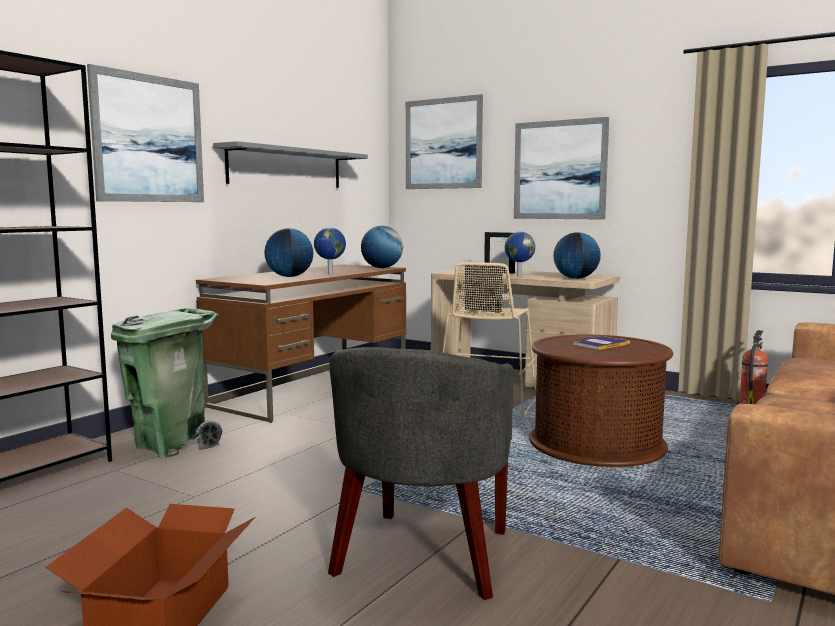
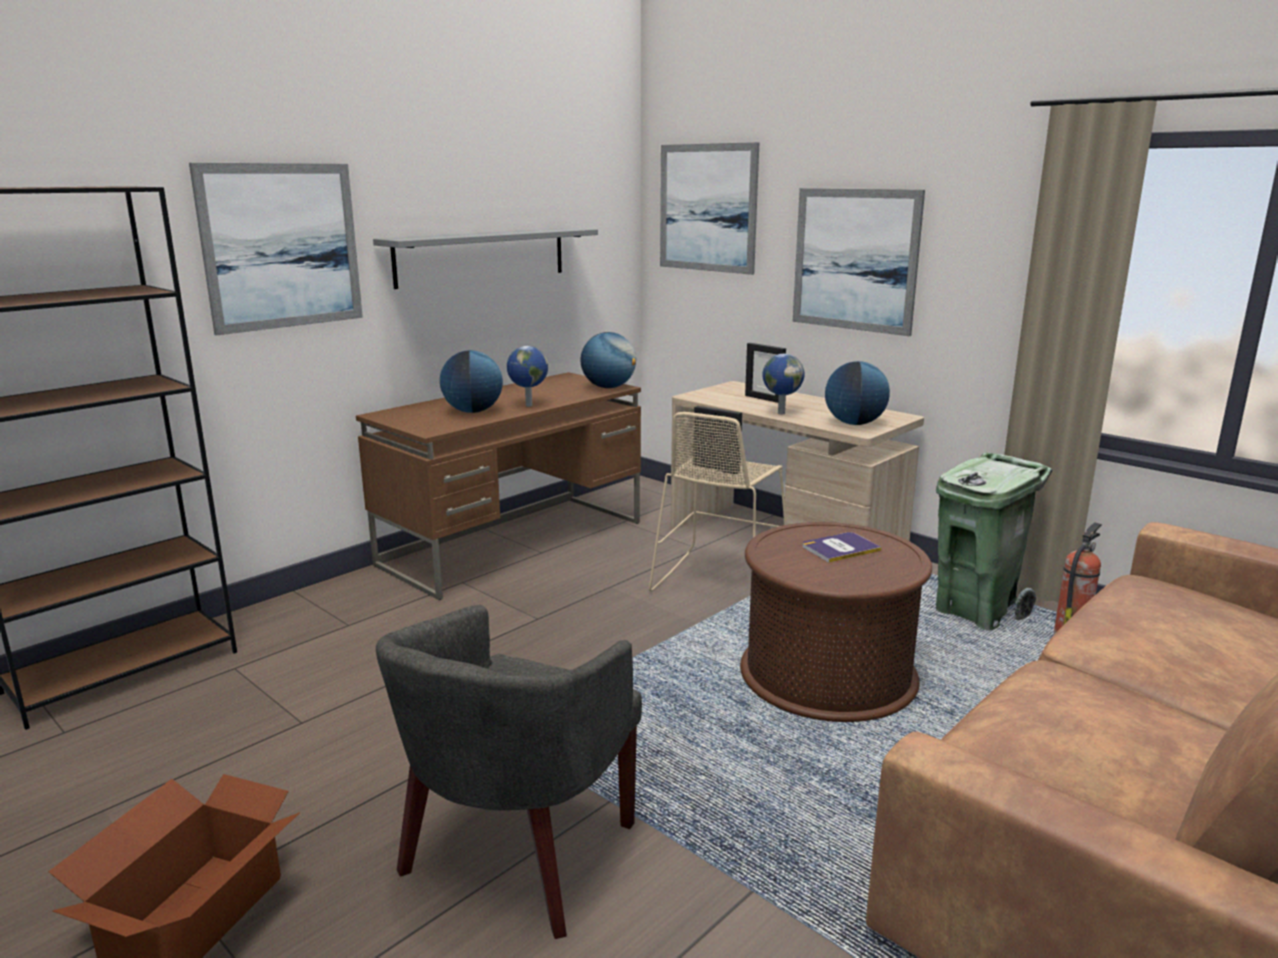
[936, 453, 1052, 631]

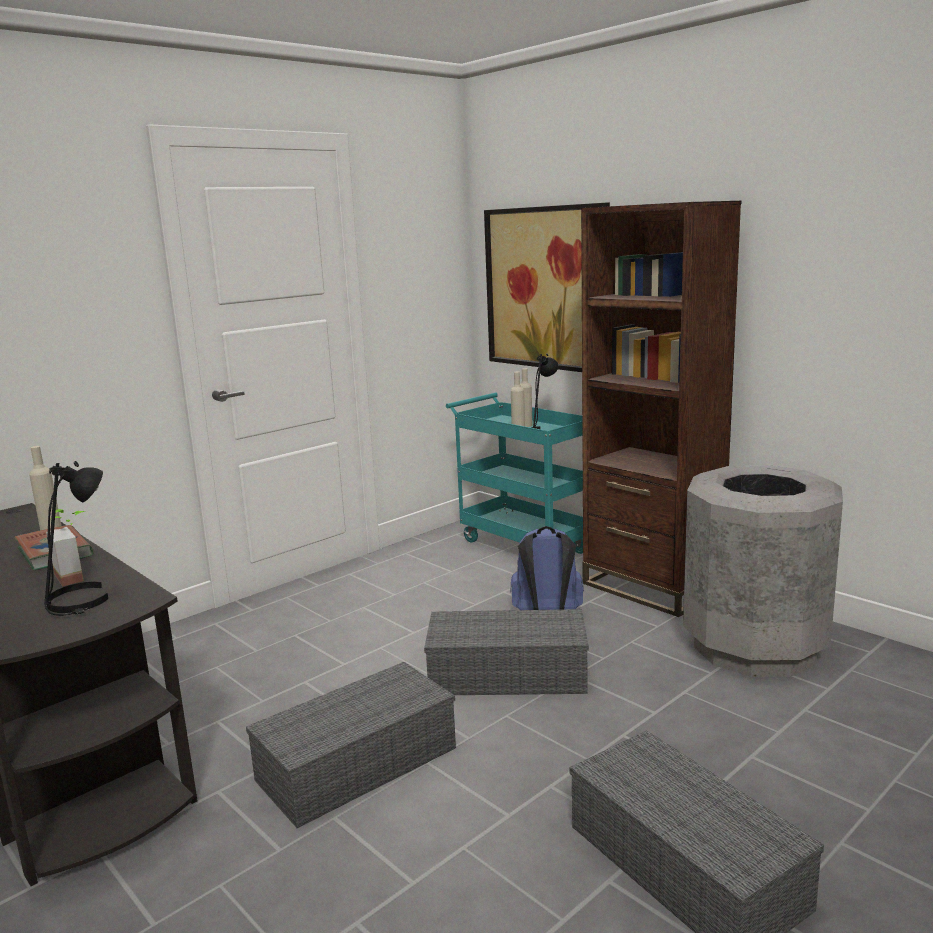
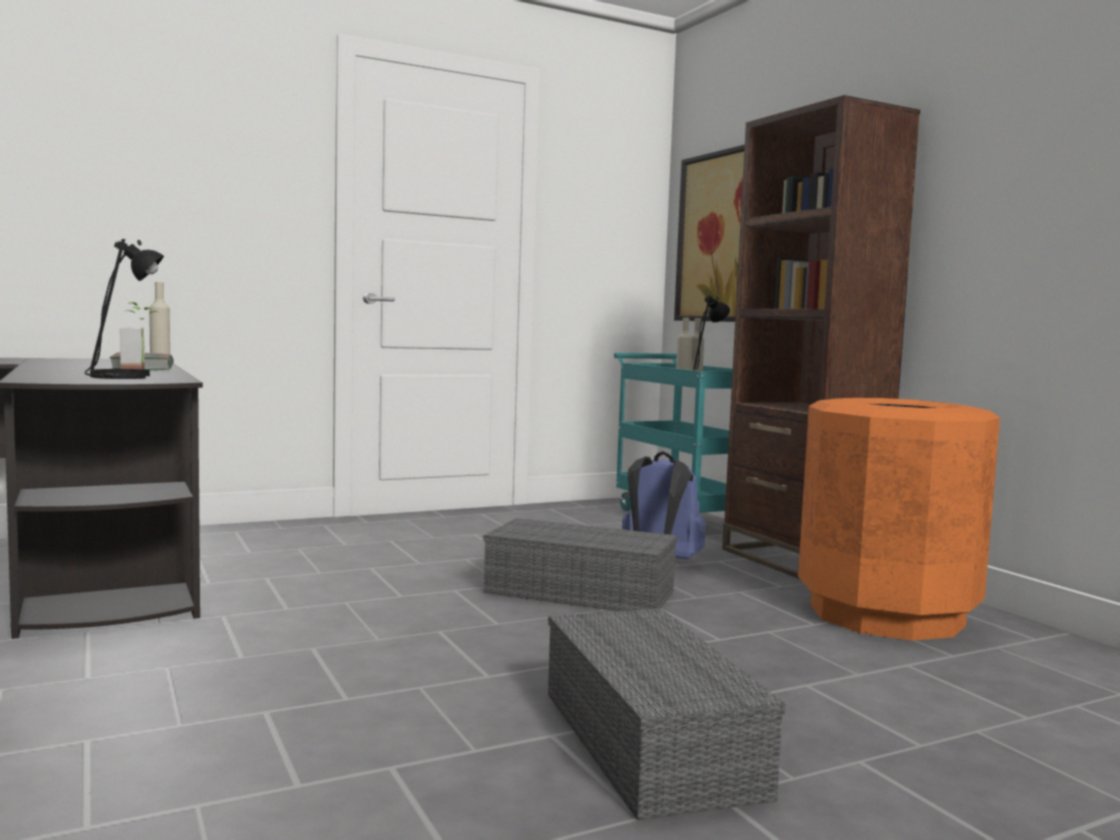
[246, 662, 456, 828] (first image)
[798, 398, 1000, 641]

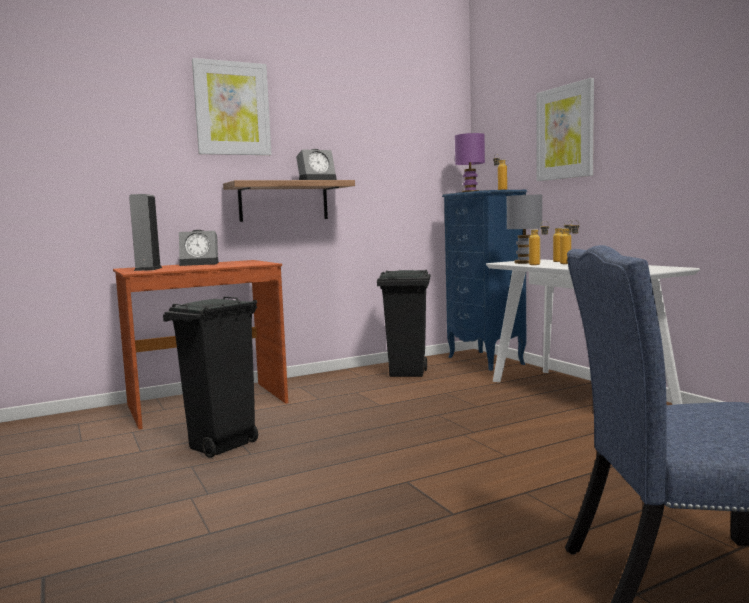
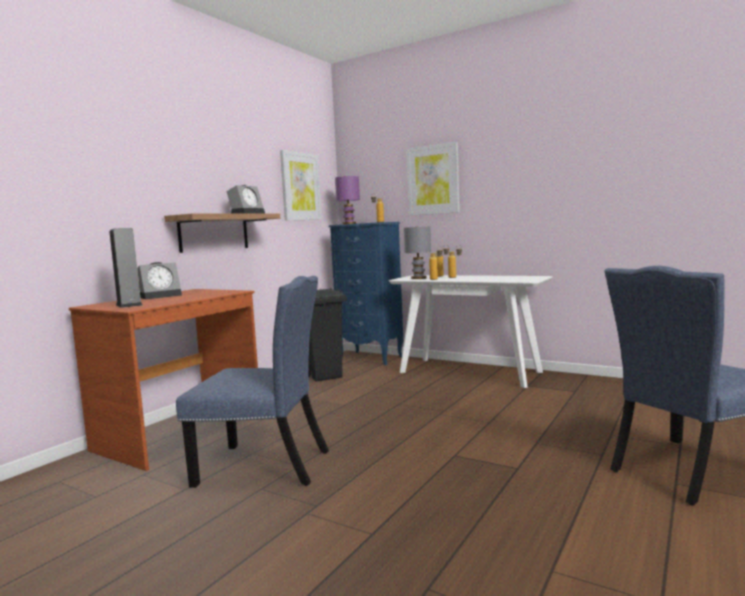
[176, 276, 329, 488]
[280, 150, 322, 220]

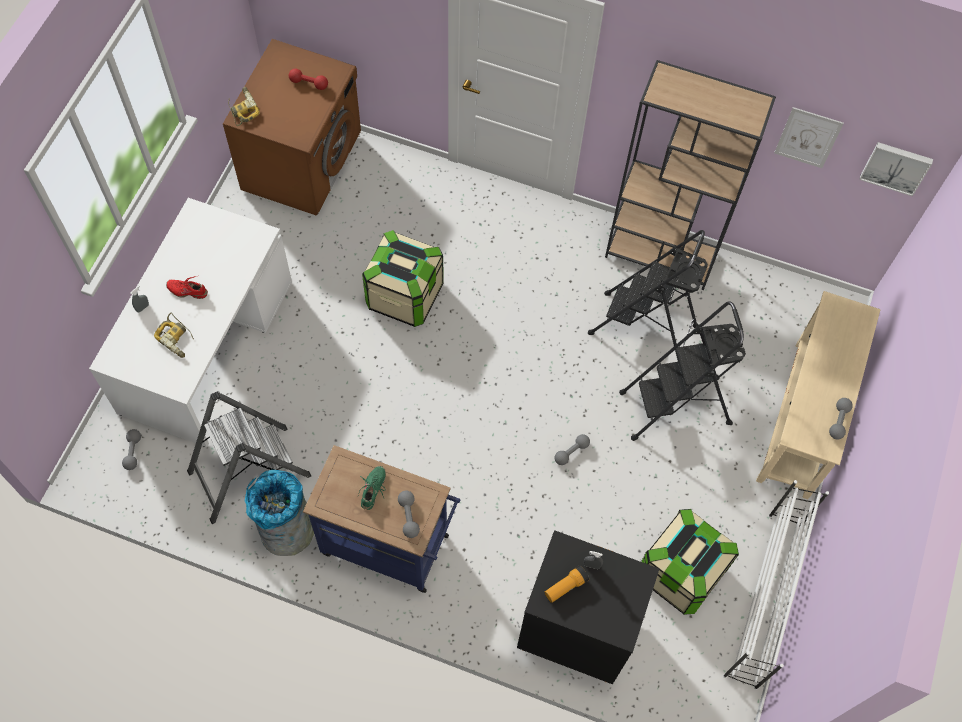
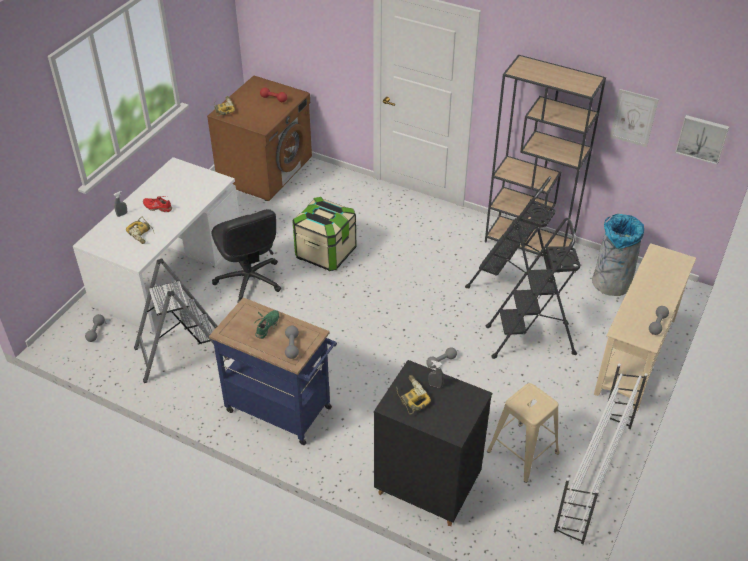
[592, 214, 644, 296]
[397, 375, 431, 415]
[487, 383, 559, 483]
[211, 209, 281, 303]

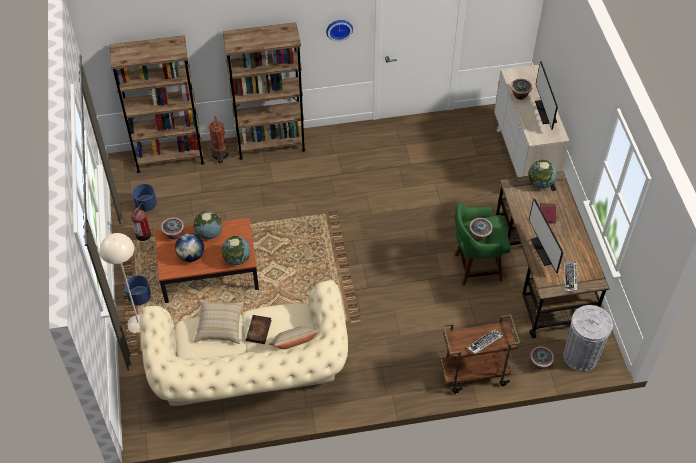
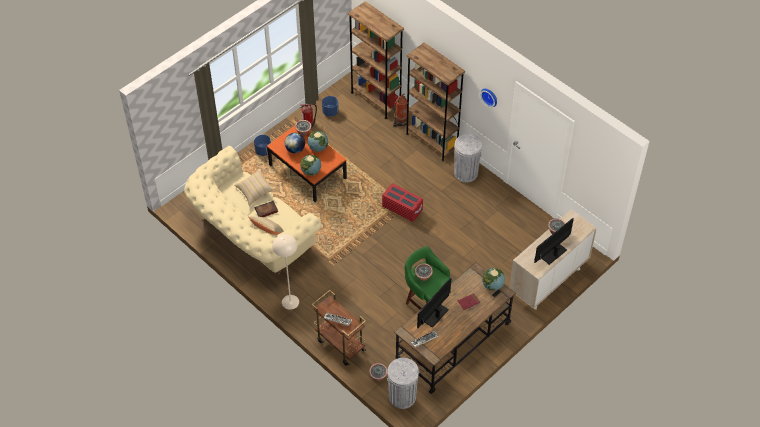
[272, 234, 299, 310]
[382, 183, 423, 222]
[454, 134, 482, 182]

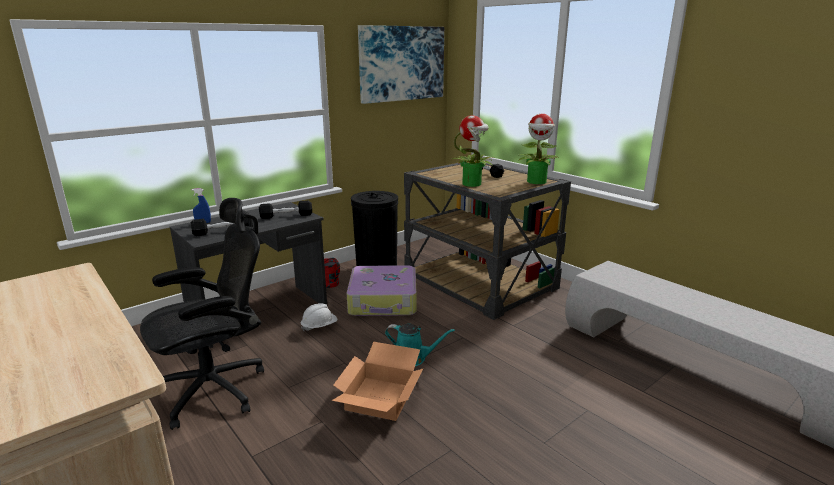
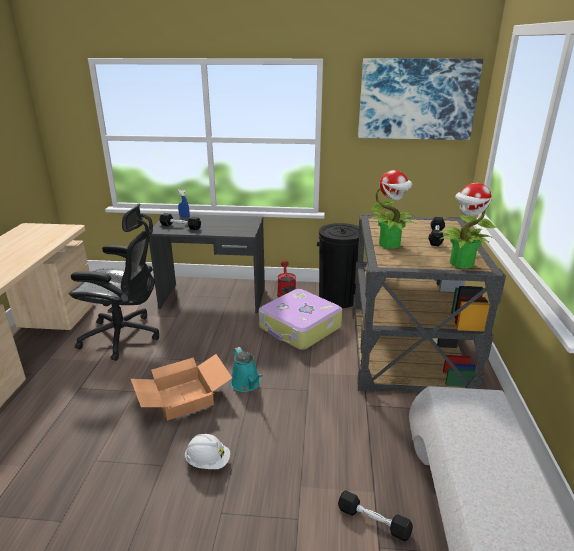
[338, 490, 413, 541]
[185, 434, 230, 469]

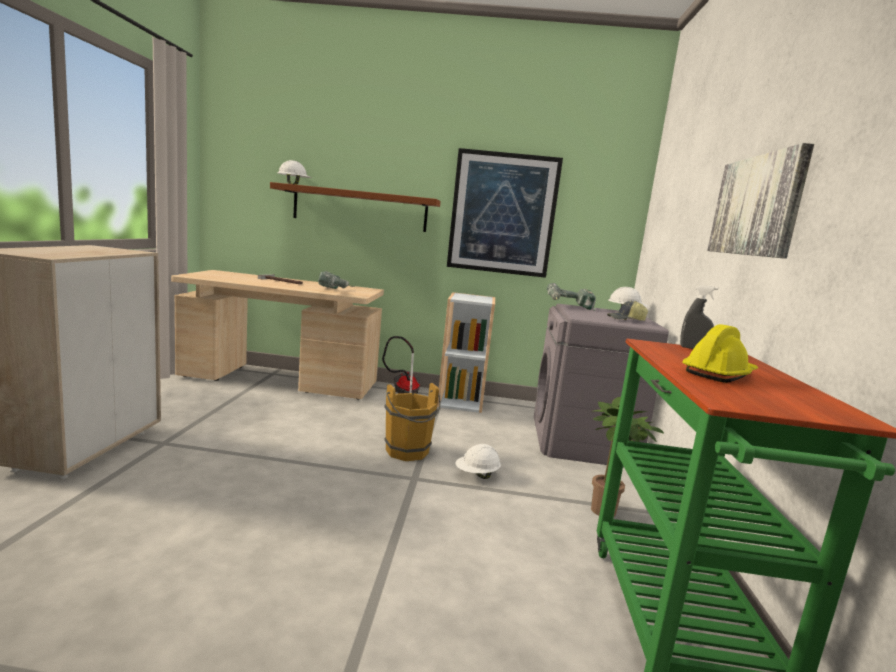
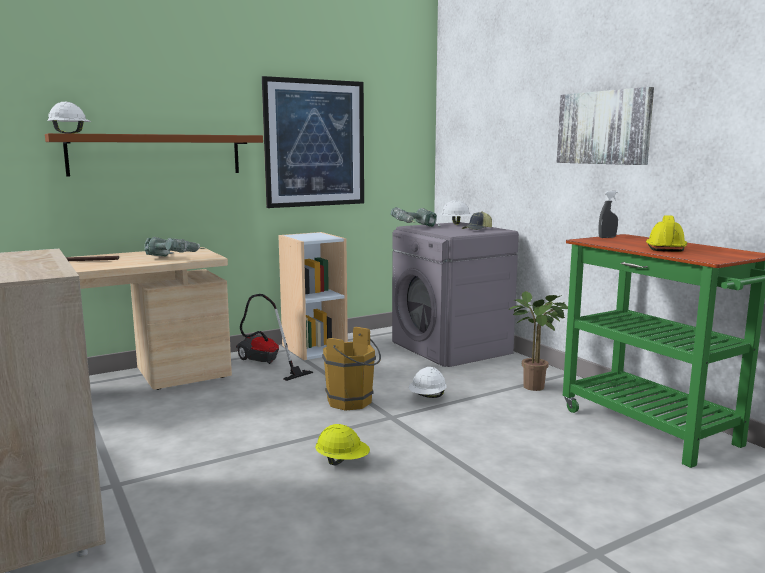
[315, 424, 370, 466]

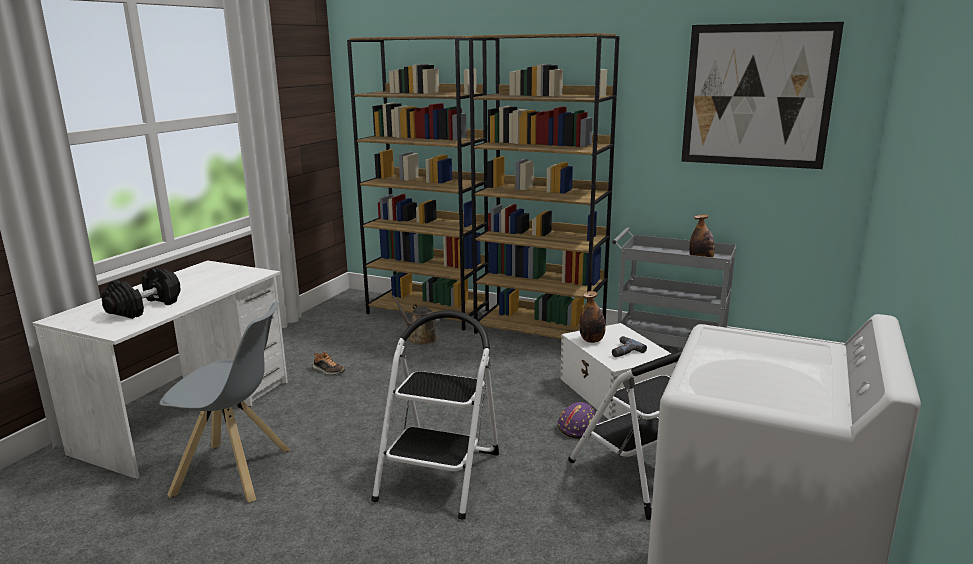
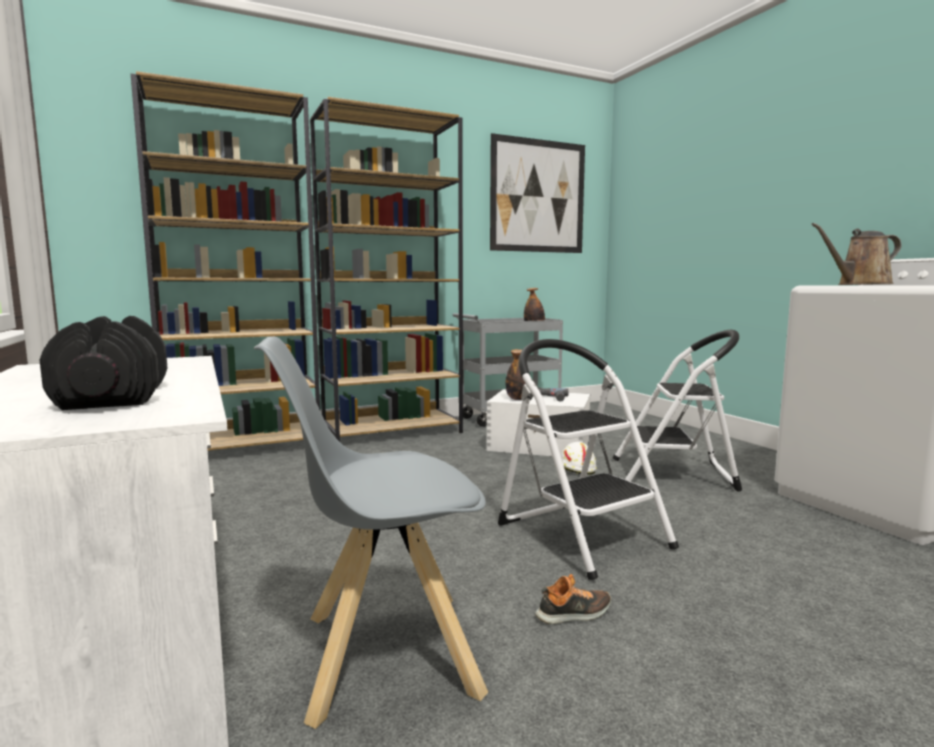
[254, 336, 488, 729]
[535, 574, 611, 624]
[811, 223, 901, 285]
[561, 442, 597, 475]

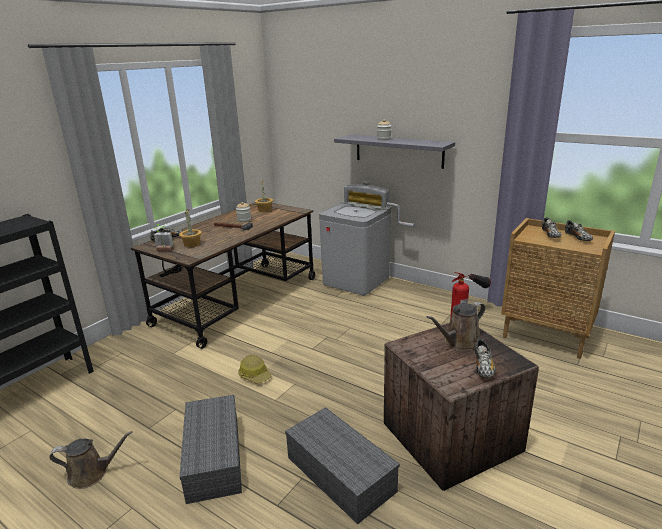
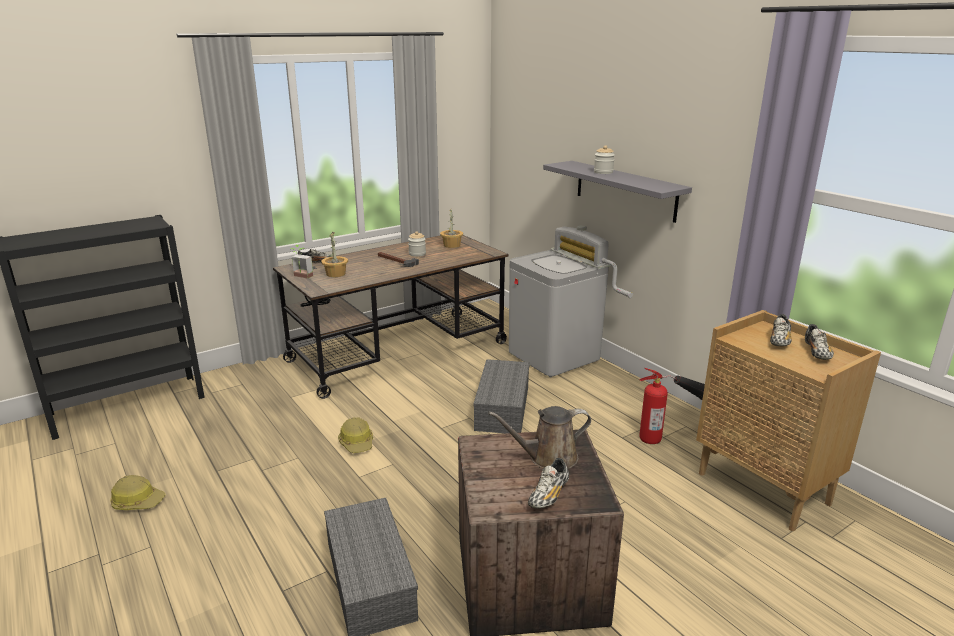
[110, 475, 166, 510]
[473, 359, 530, 433]

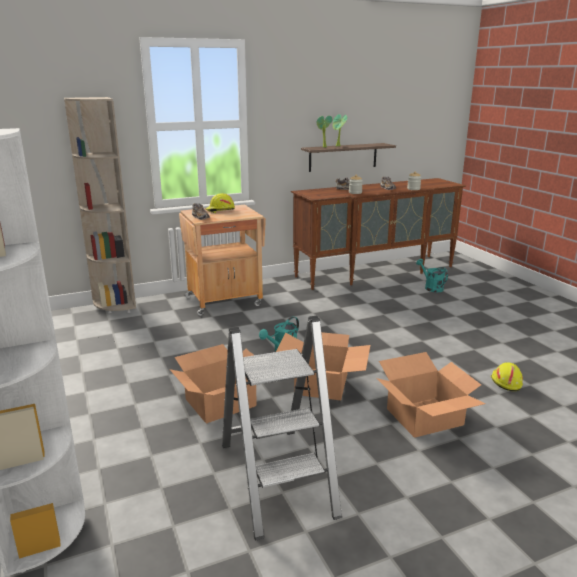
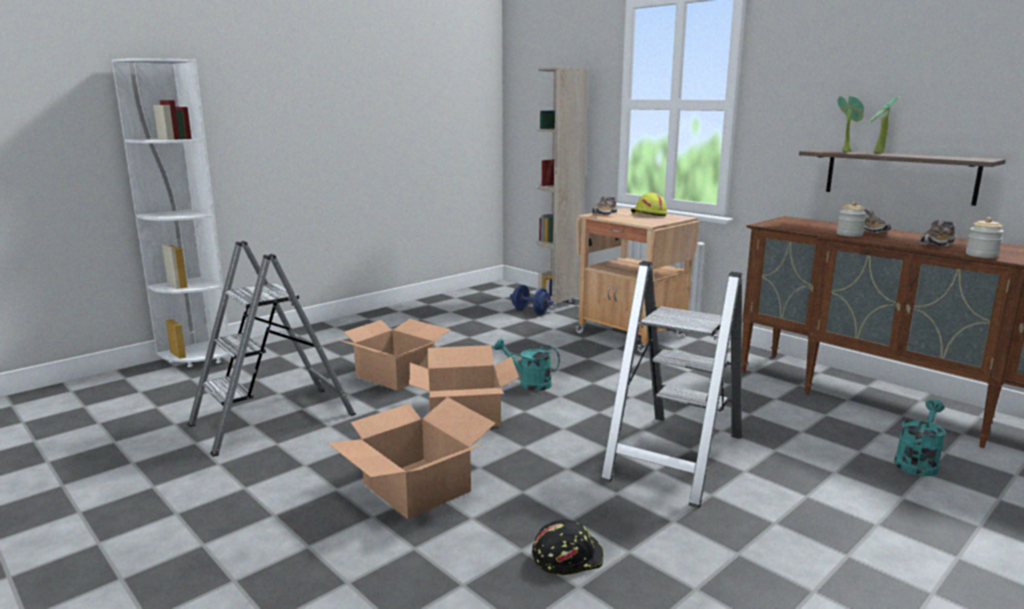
[532, 520, 604, 575]
[510, 285, 553, 314]
[601, 261, 742, 508]

